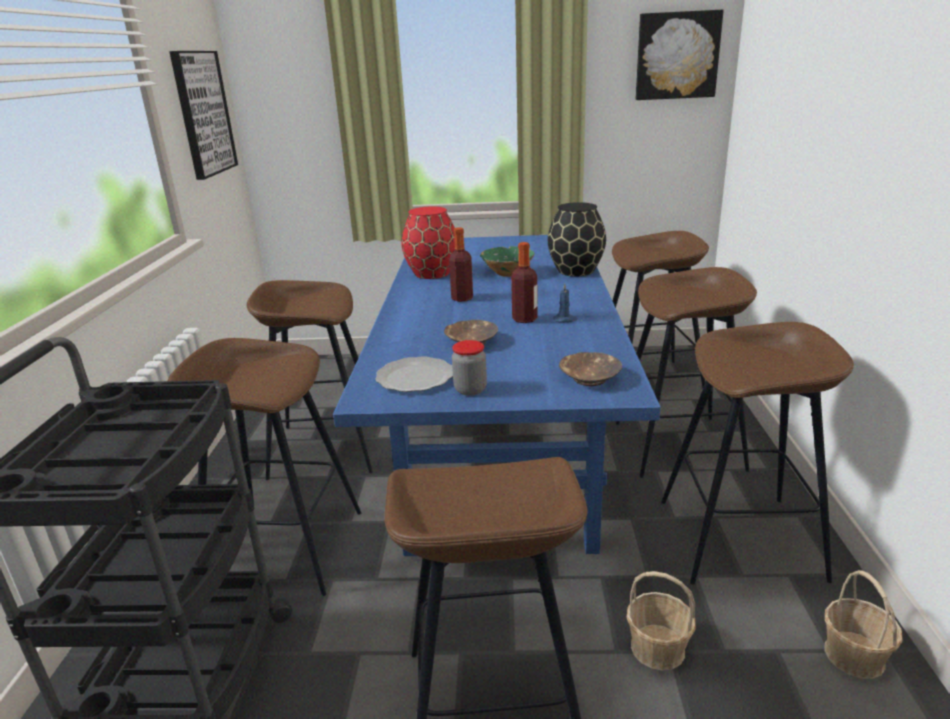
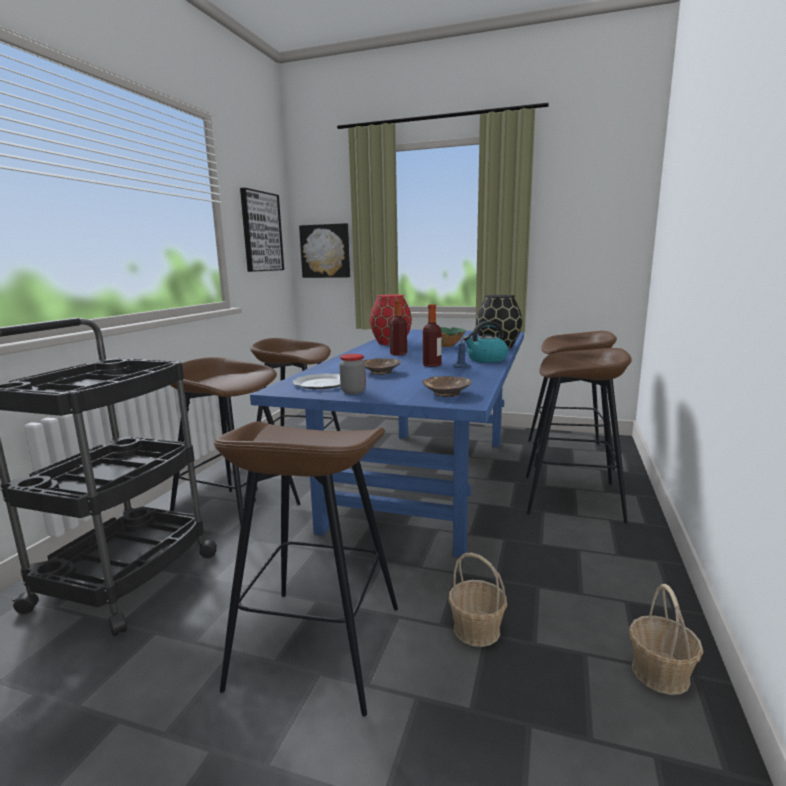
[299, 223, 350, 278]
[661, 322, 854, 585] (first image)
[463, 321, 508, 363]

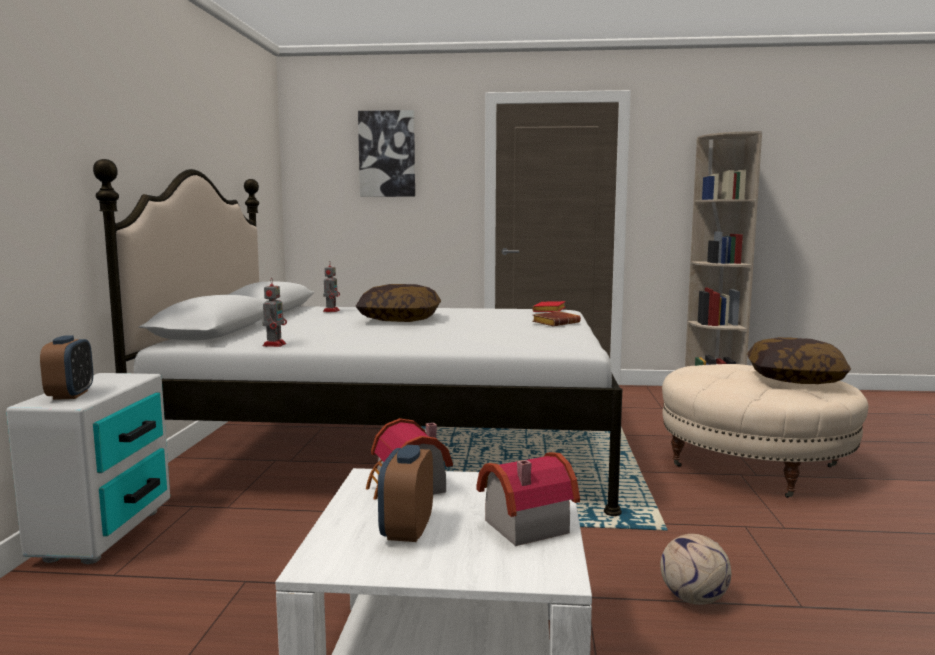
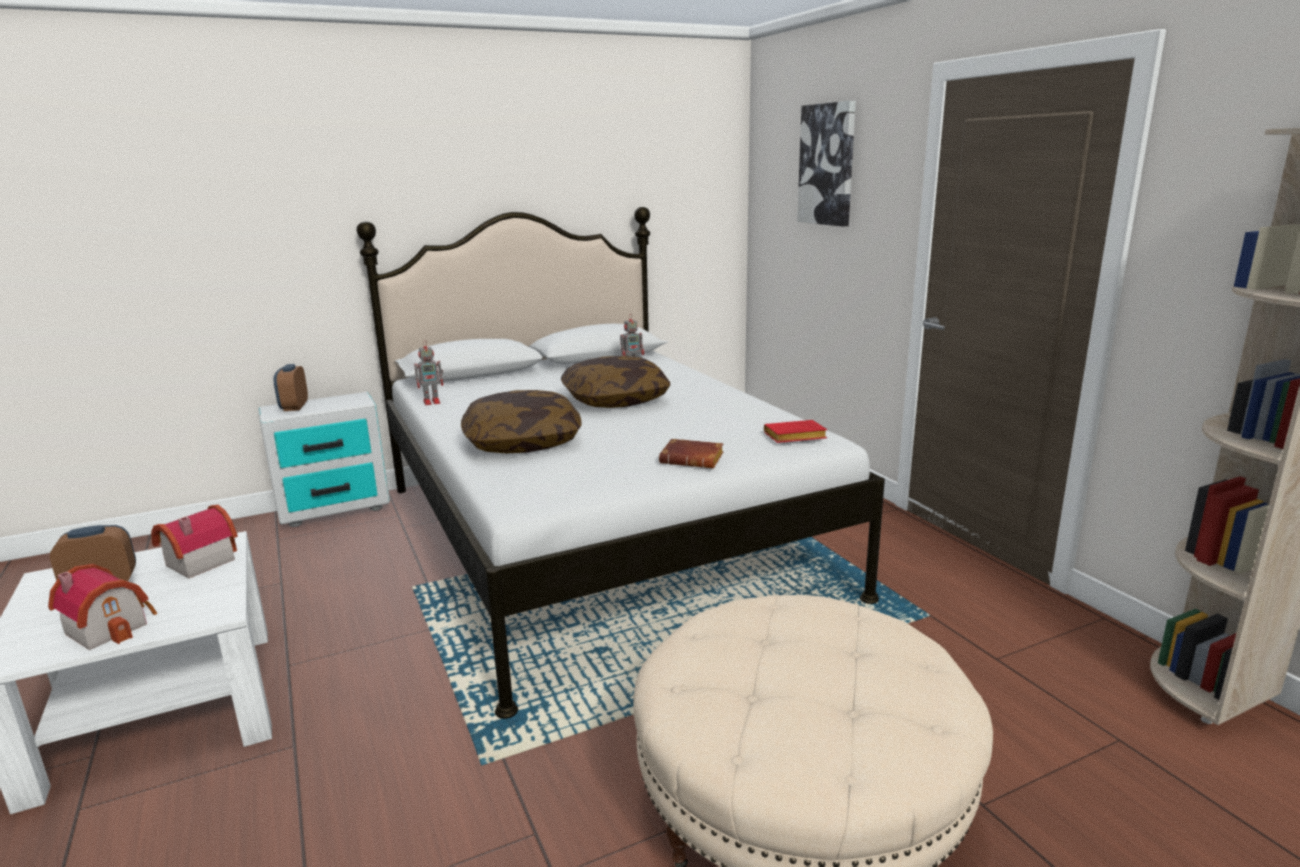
[274, 364, 308, 411]
[660, 534, 731, 605] (first image)
[461, 390, 582, 453]

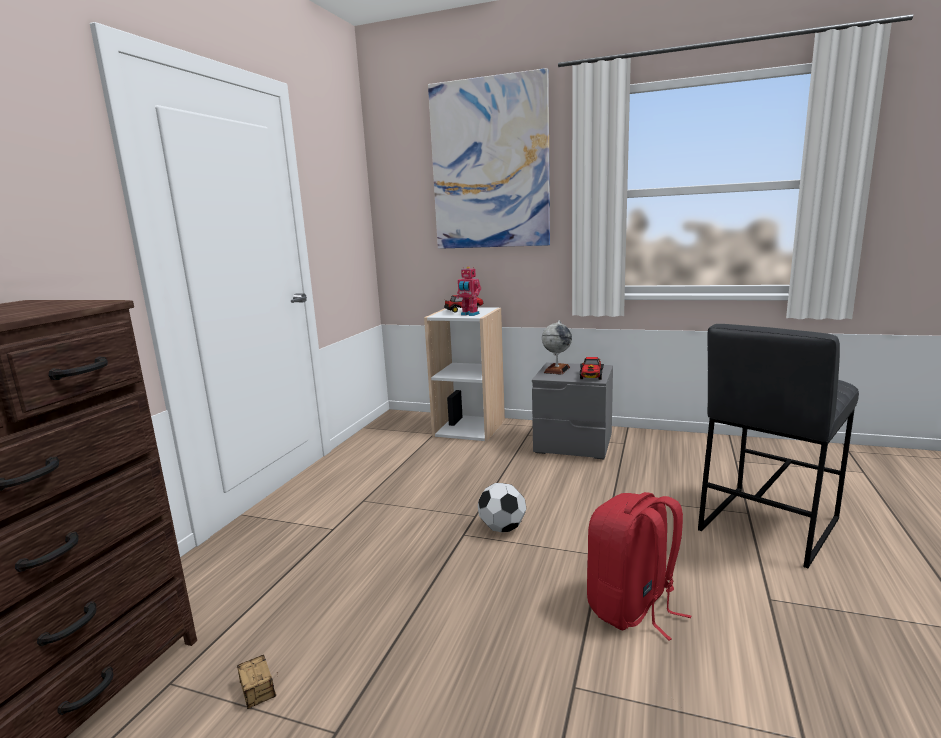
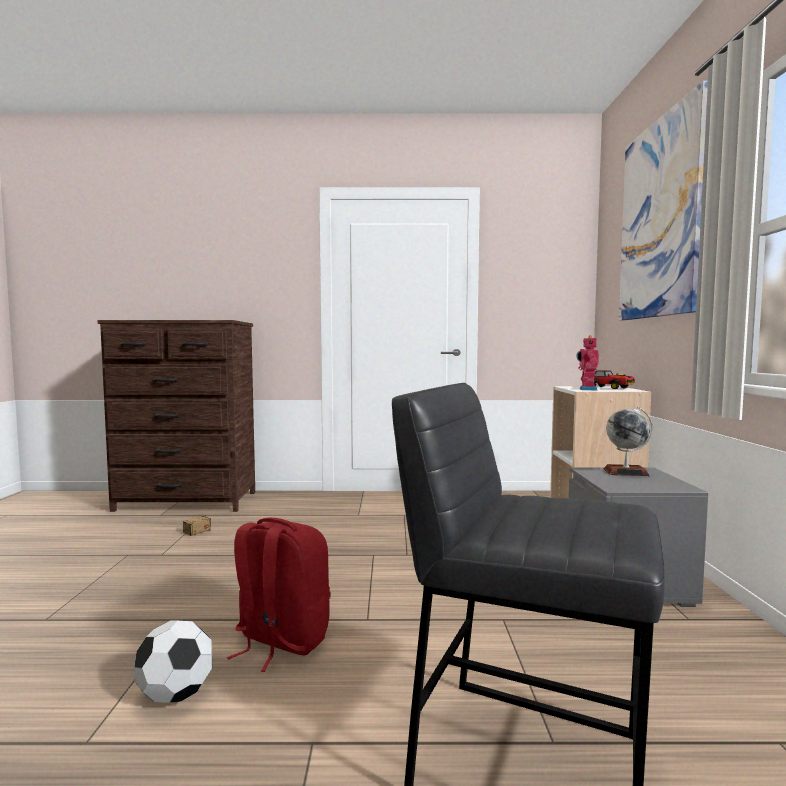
[134, 621, 213, 703]
[580, 357, 604, 380] (first image)

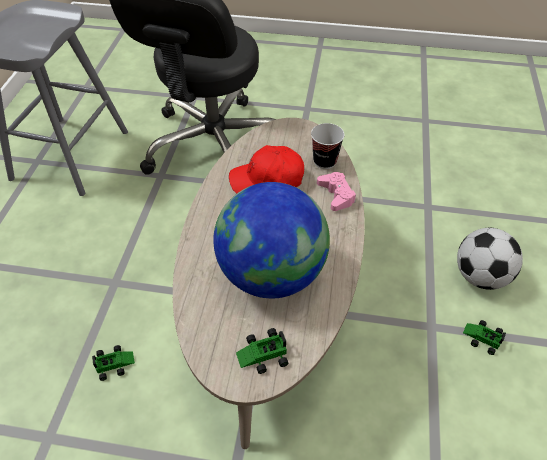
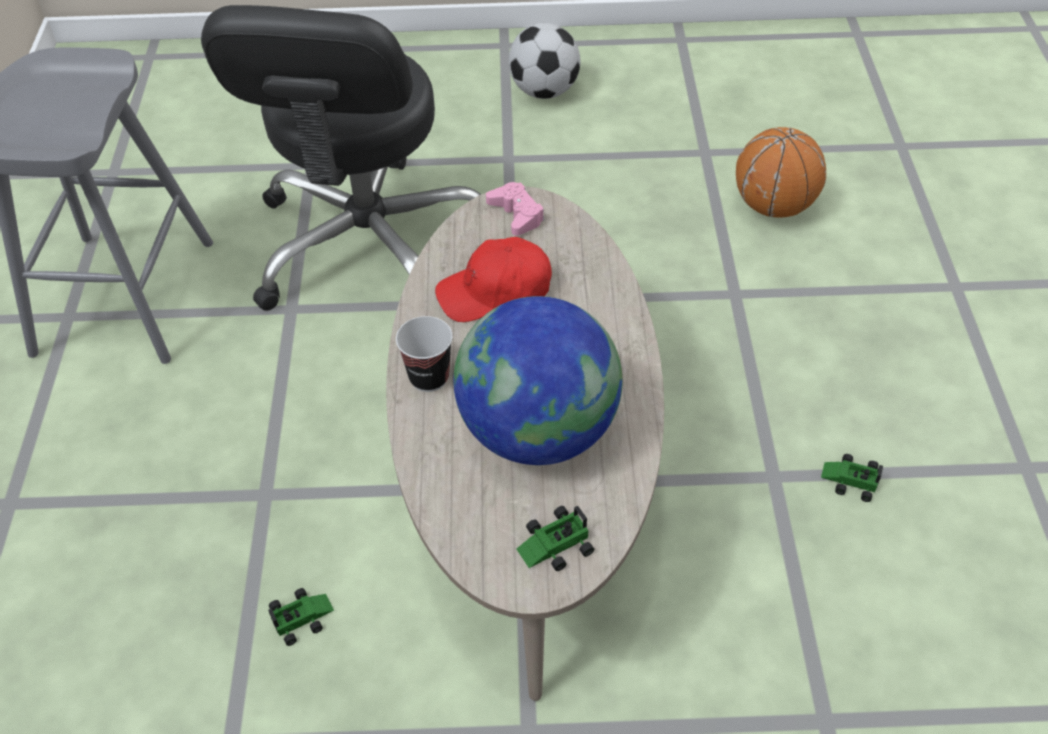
[396, 316, 453, 392]
[486, 182, 545, 236]
[509, 23, 580, 99]
[736, 127, 826, 218]

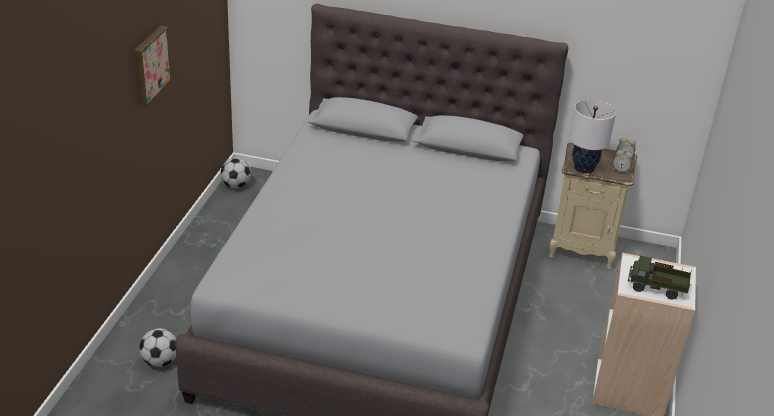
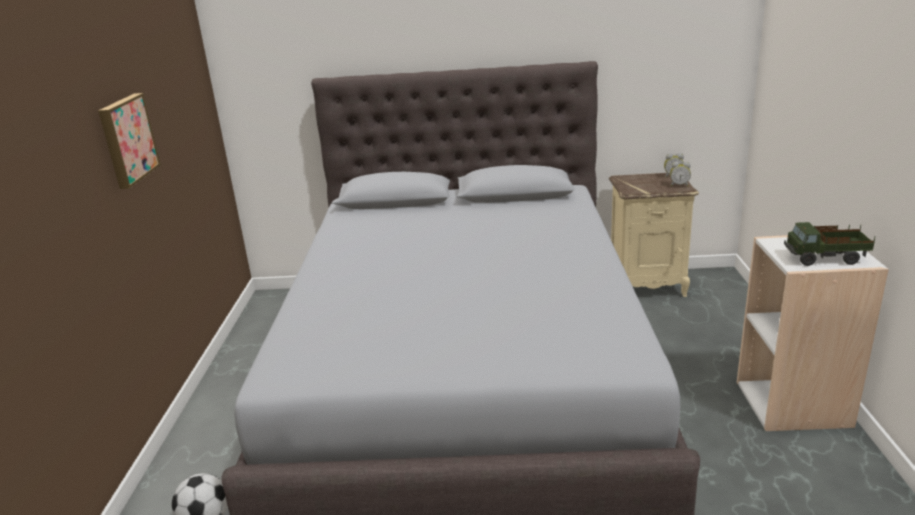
[220, 158, 251, 188] (first image)
[569, 99, 616, 173] (first image)

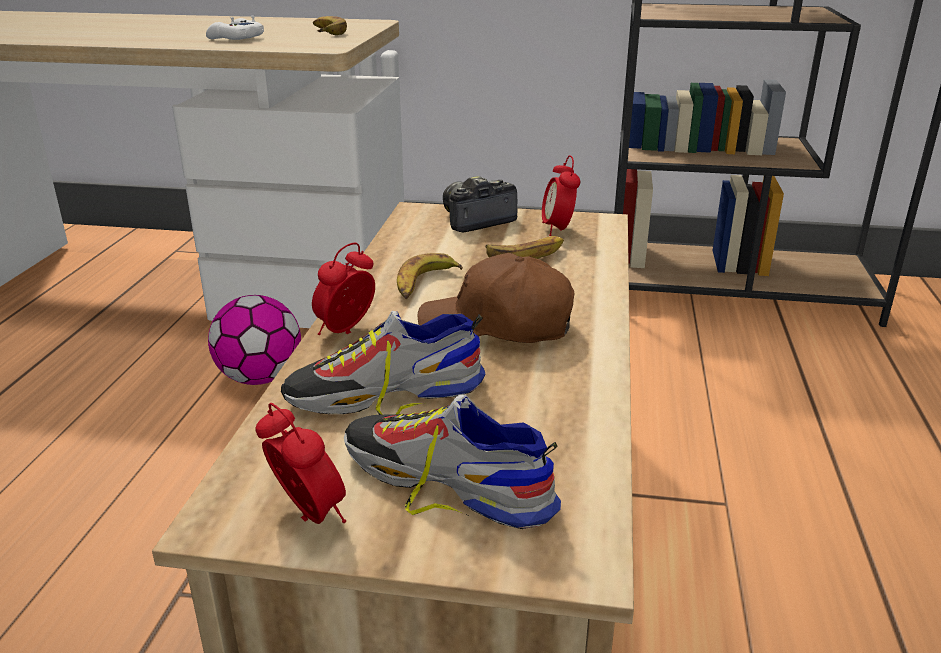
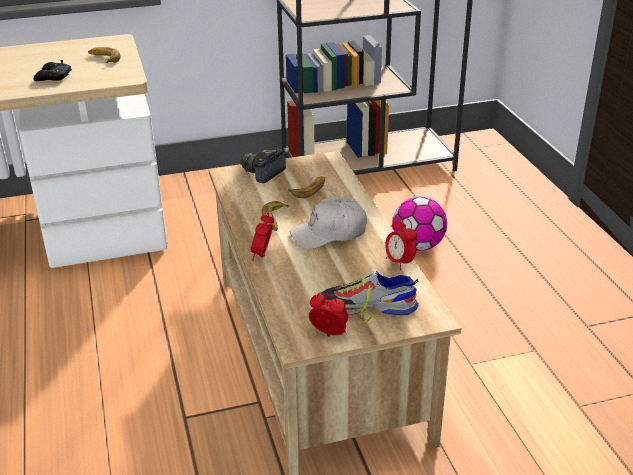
[34, 60, 72, 81]
[393, 197, 447, 251]
[281, 311, 485, 415] (first image)
[290, 198, 367, 249]
[385, 217, 417, 270]

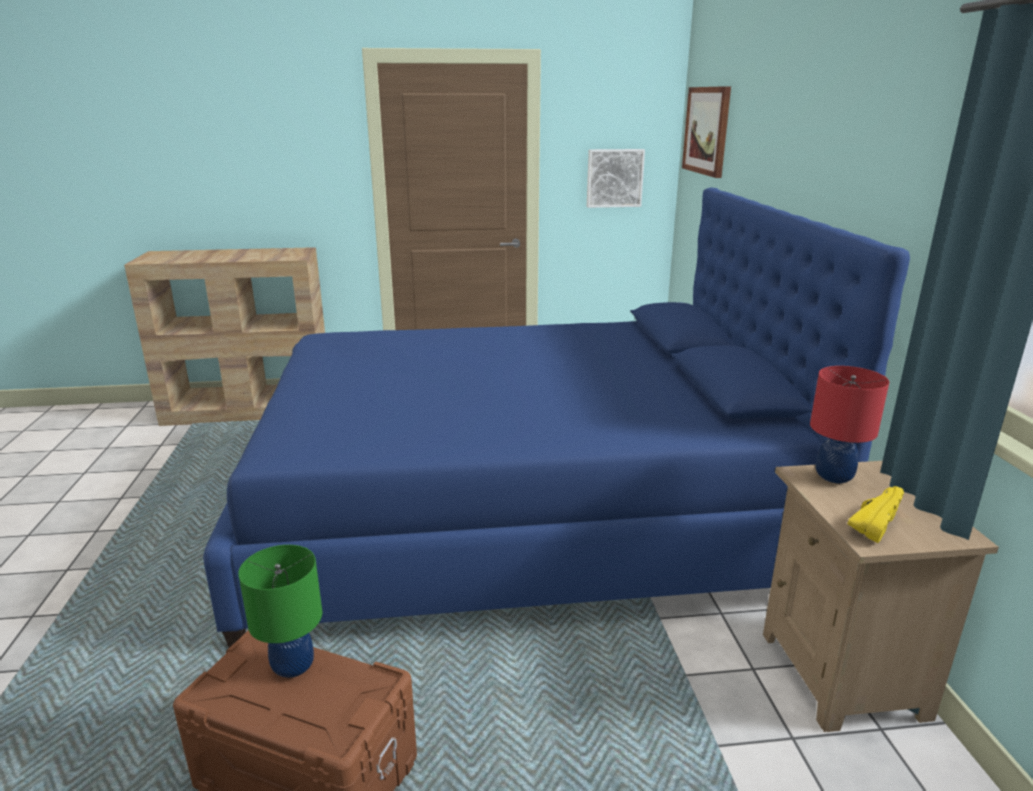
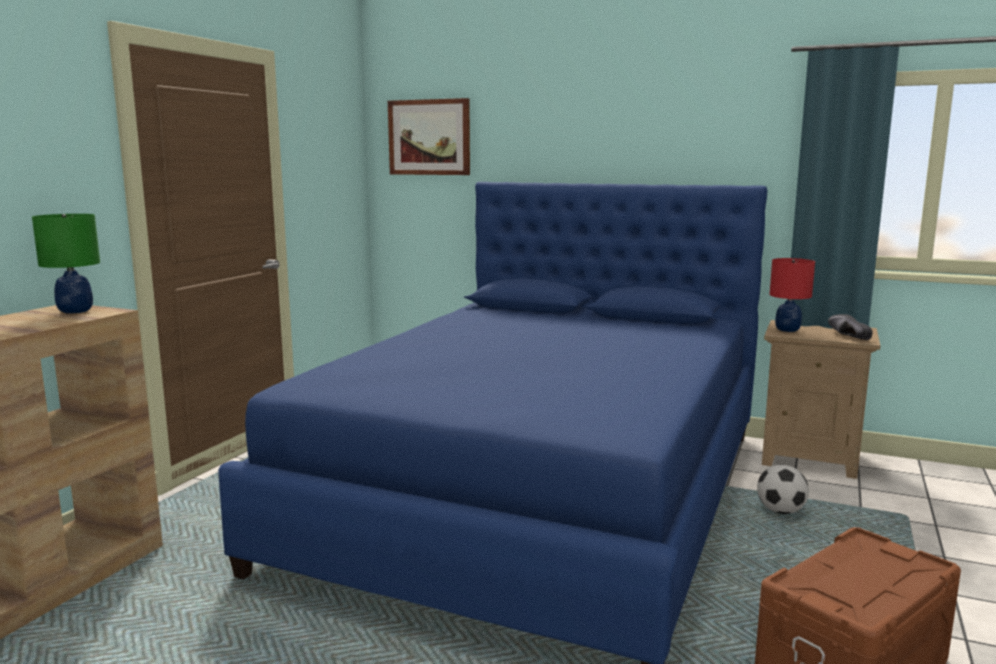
[32, 214, 100, 314]
[587, 149, 645, 208] (first image)
[828, 314, 873, 340]
[757, 465, 809, 514]

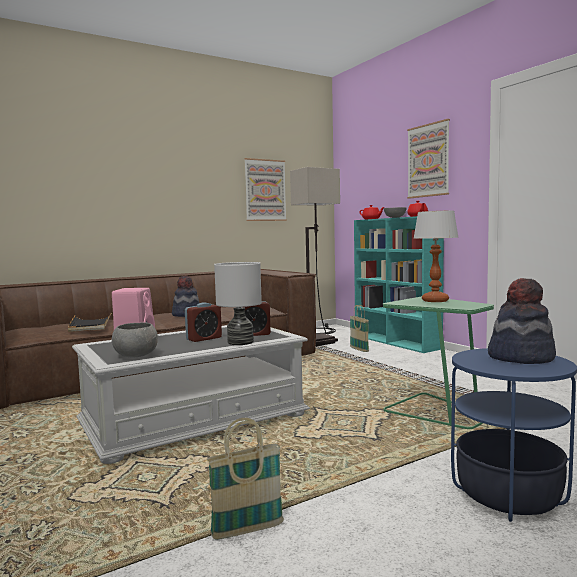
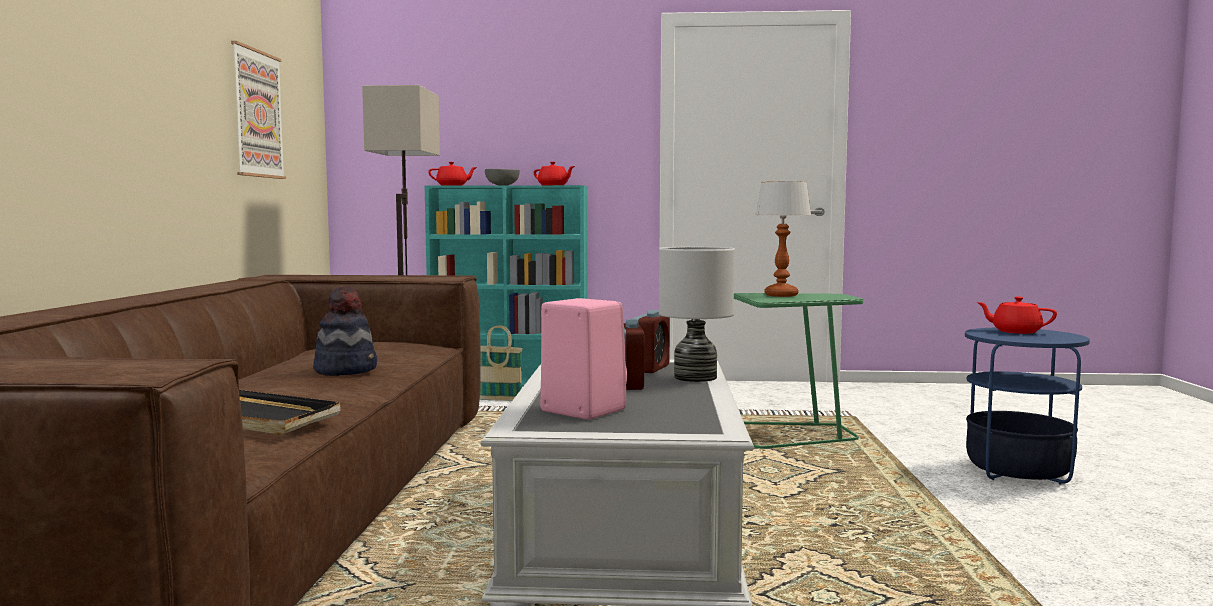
[112, 322, 158, 358] (first image)
[207, 418, 284, 540] (first image)
[407, 119, 450, 199] (first image)
[976, 297, 1057, 334]

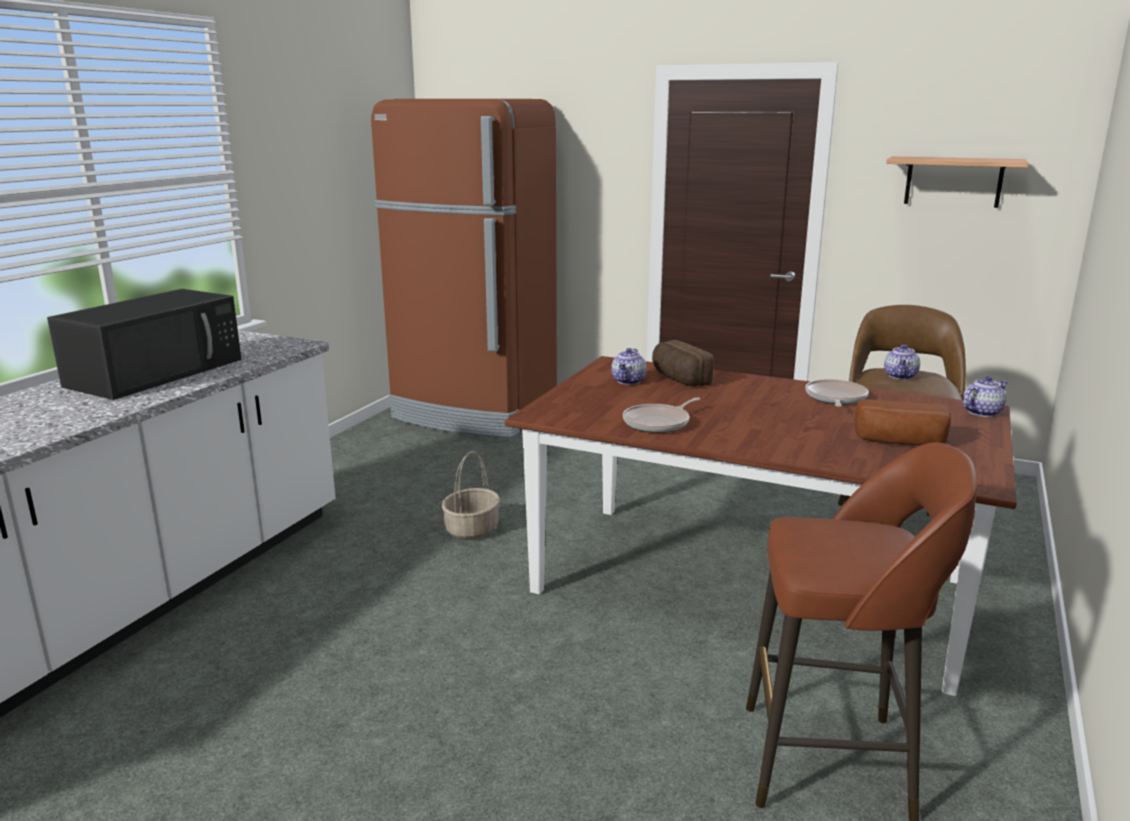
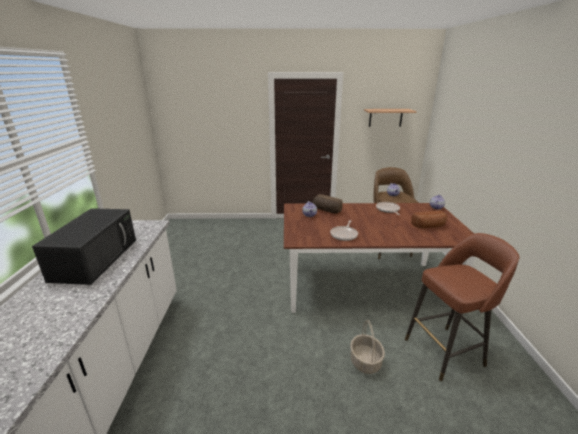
[371, 99, 557, 438] (first image)
[350, 320, 385, 374]

